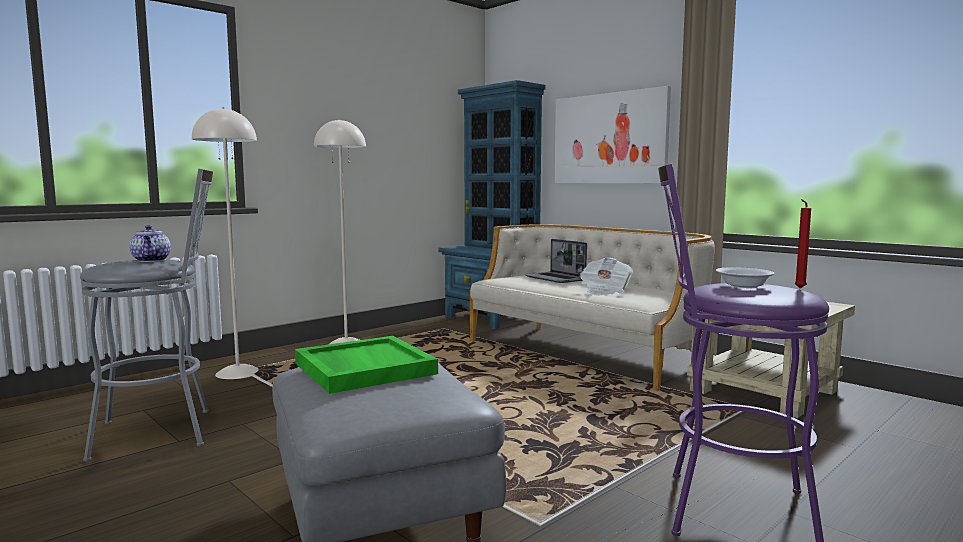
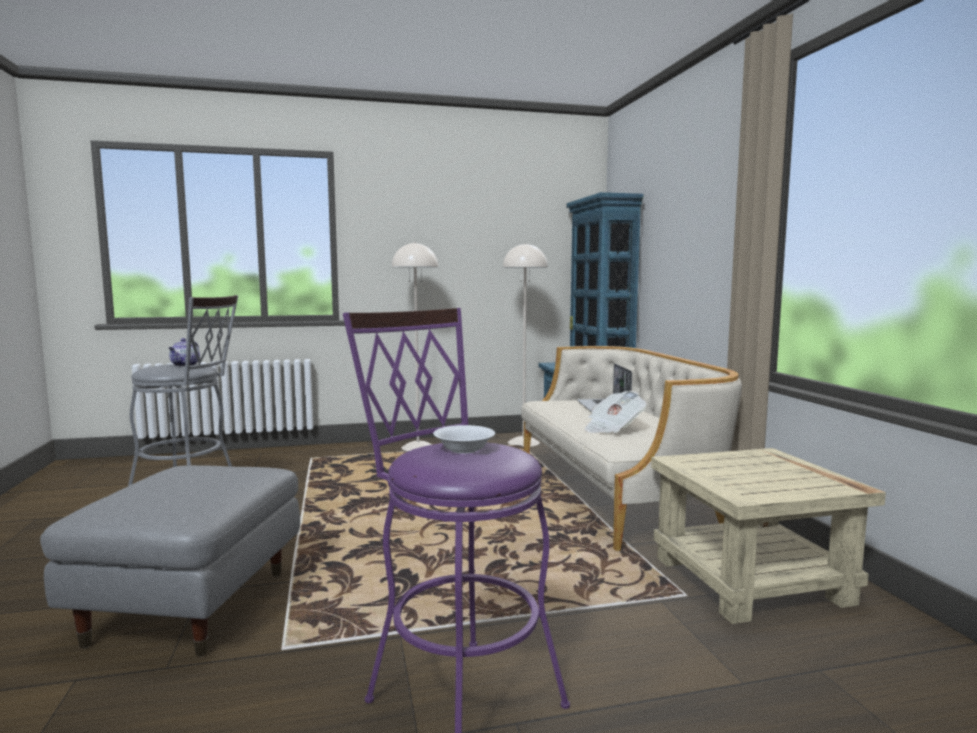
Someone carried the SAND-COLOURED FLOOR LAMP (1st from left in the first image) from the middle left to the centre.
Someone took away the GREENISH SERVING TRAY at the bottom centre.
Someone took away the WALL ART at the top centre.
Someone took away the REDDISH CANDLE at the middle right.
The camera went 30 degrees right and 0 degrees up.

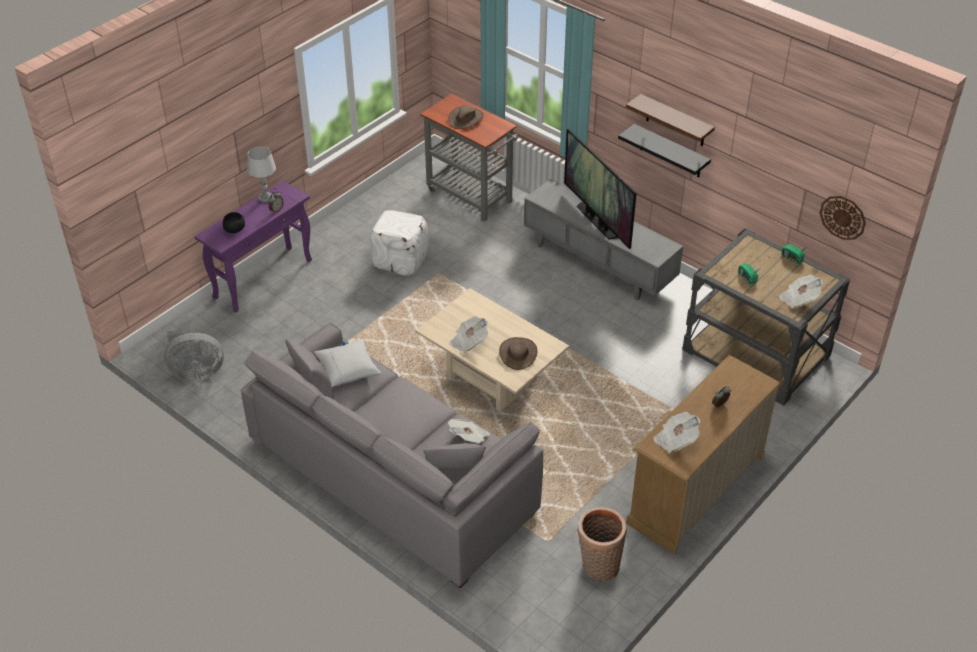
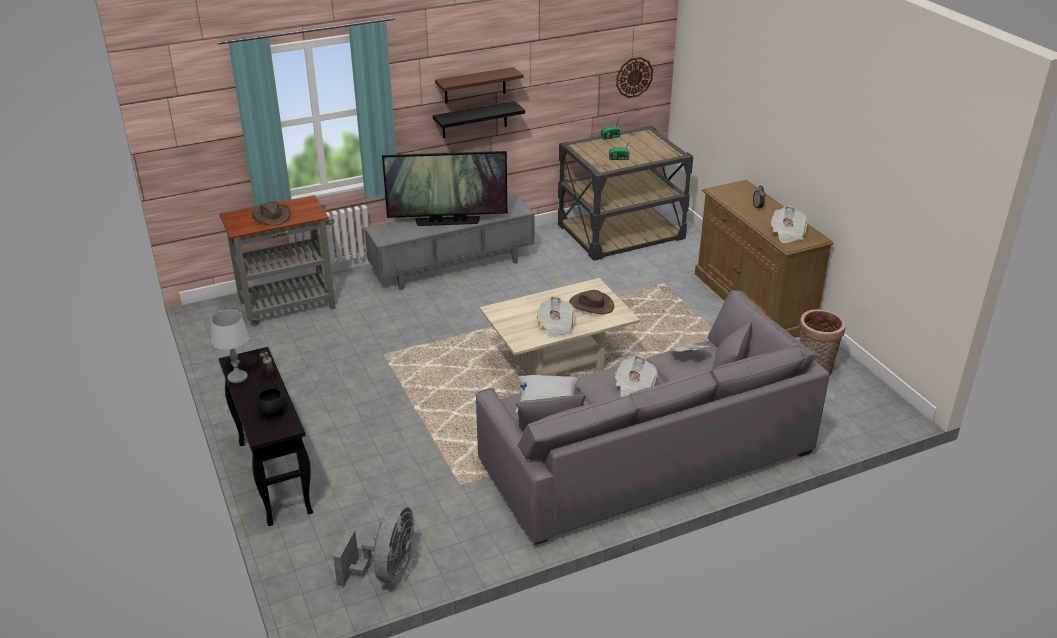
Someone repainted the PURPLE-COLOURED HALL TABLE at the middle left, which became the BLACK-COLOURED HALL TABLE at the bottom left.
Someone carried the DAILY PAPER (4th from left in the first image) from the middle right to the centre.
Someone took away the WHITE OTTOMAN at the centre.
The camera went 65 degrees left and 10 degrees down.

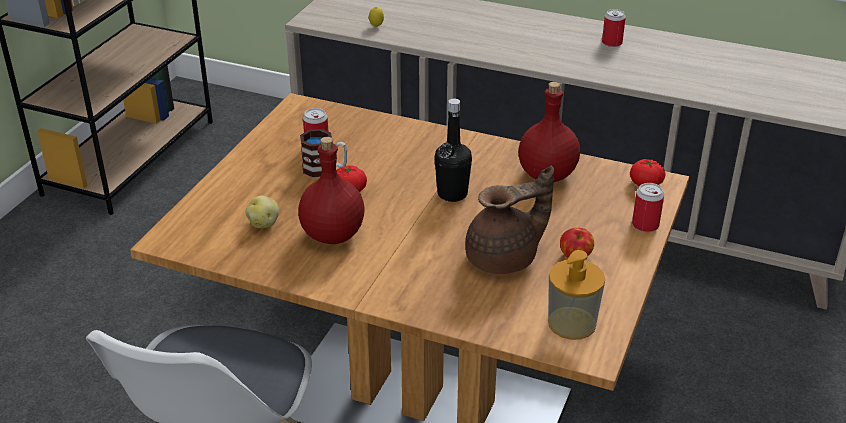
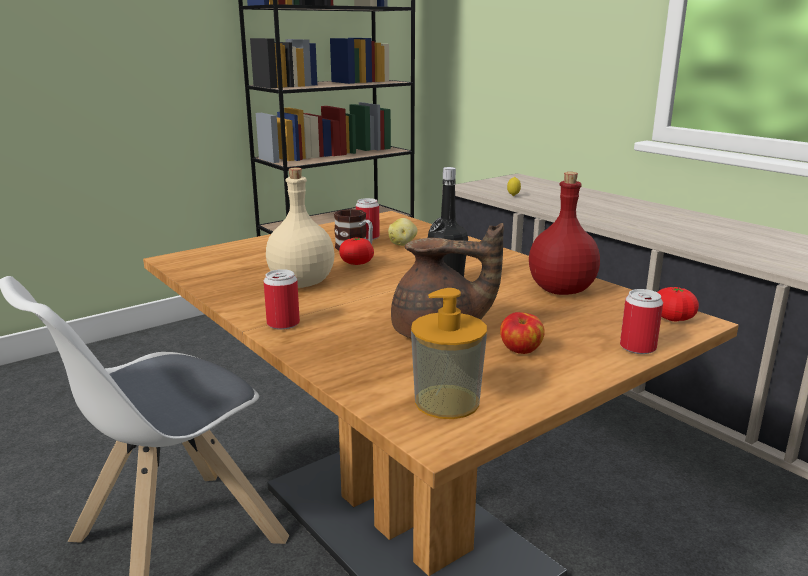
Someone carried the SEALED CAN (2nd from left in the first image) from the top right to the centre.
Someone repainted the REDDISH BOTTLE (1st from left) at the centre, which became the SAND-COLOURED BOTTLE at the centre.
Someone carried the WHOLE POTATO from the middle left to the centre.
The camera went 30 degrees right and 15 degrees down.

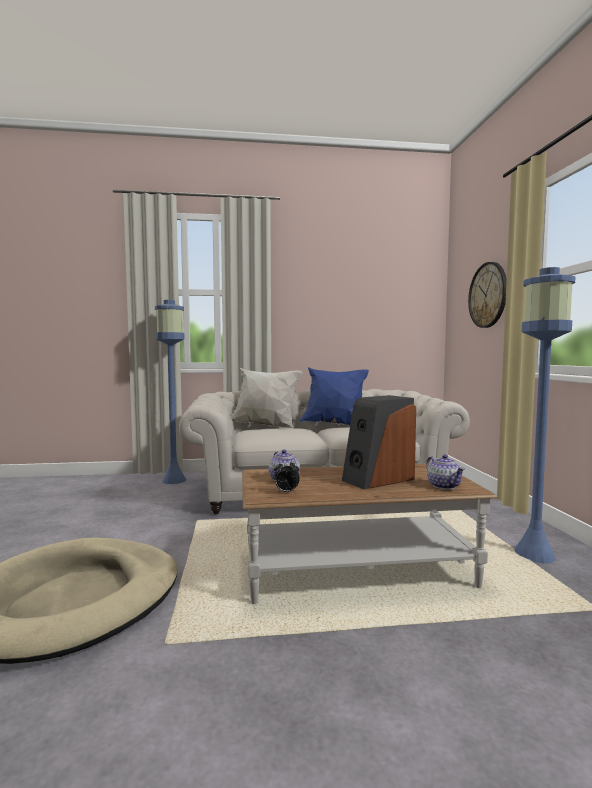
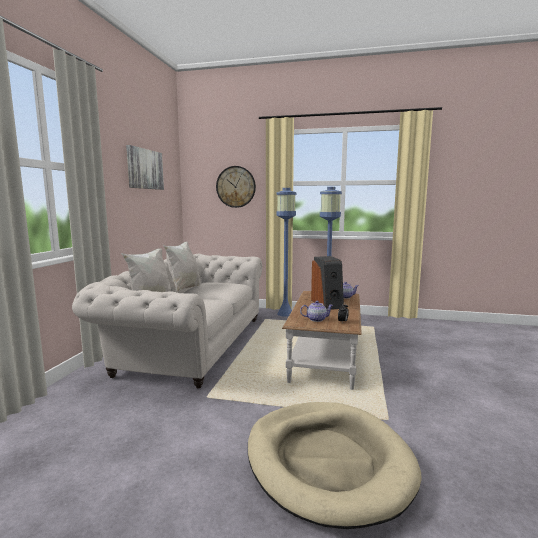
Someone put up the WALL ART at the top left.
Someone repainted the BLUE-COLOURED CUSHION at the centre, which became the WHITE CUSHION (2nd from left) at the centre.
Someone carried the BLUE-COLOURED FLOOR LAMP (1st from left) from the middle left to the centre.
The camera went 70 degrees left and 5 degrees up.

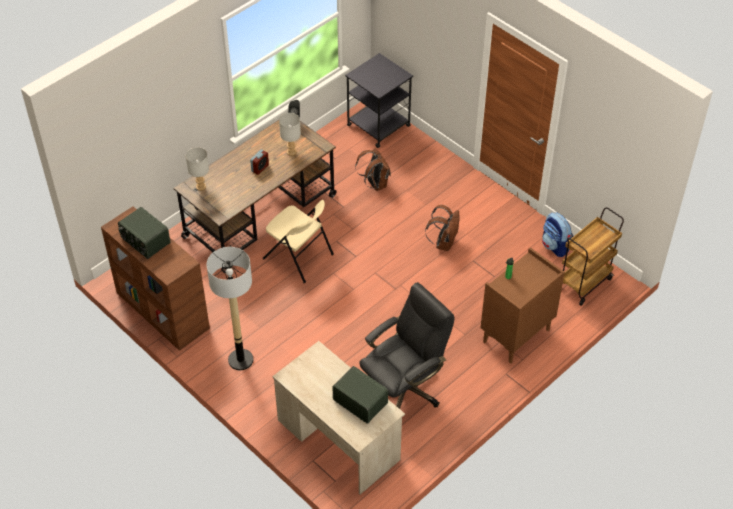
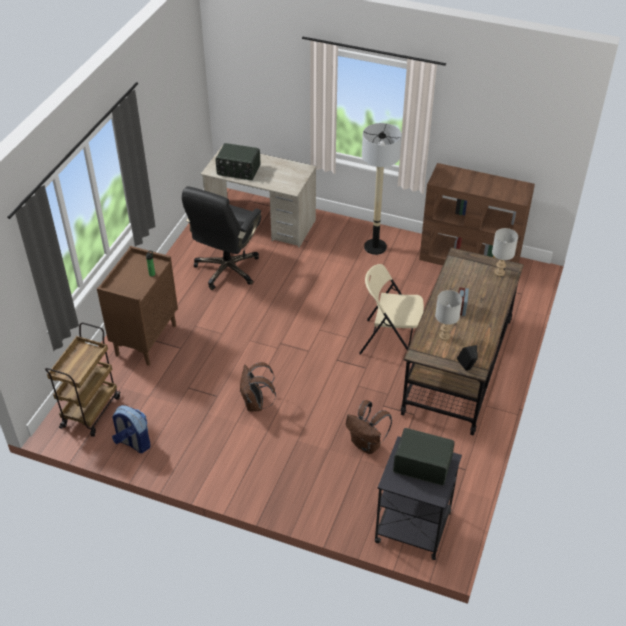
Someone carried the RADIO SET (1st from left in the first image) from the middle left to the bottom right.
The camera went 155 degrees right and 5 degrees down.

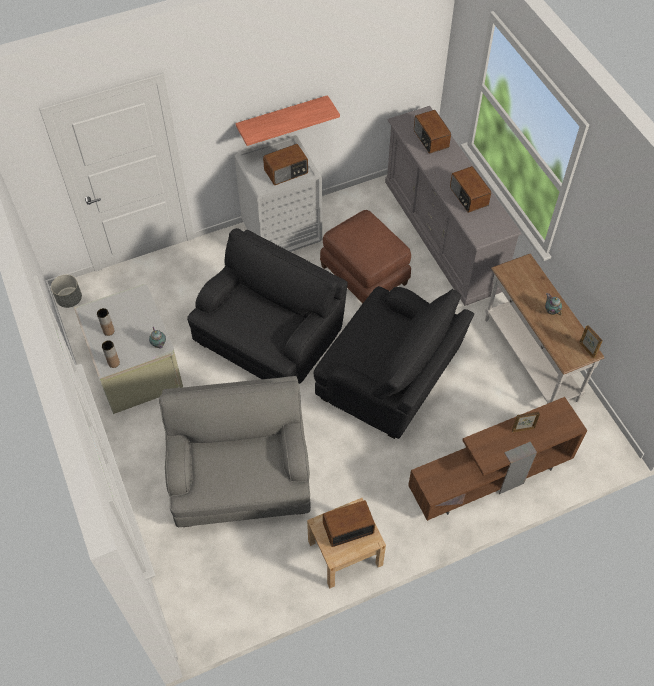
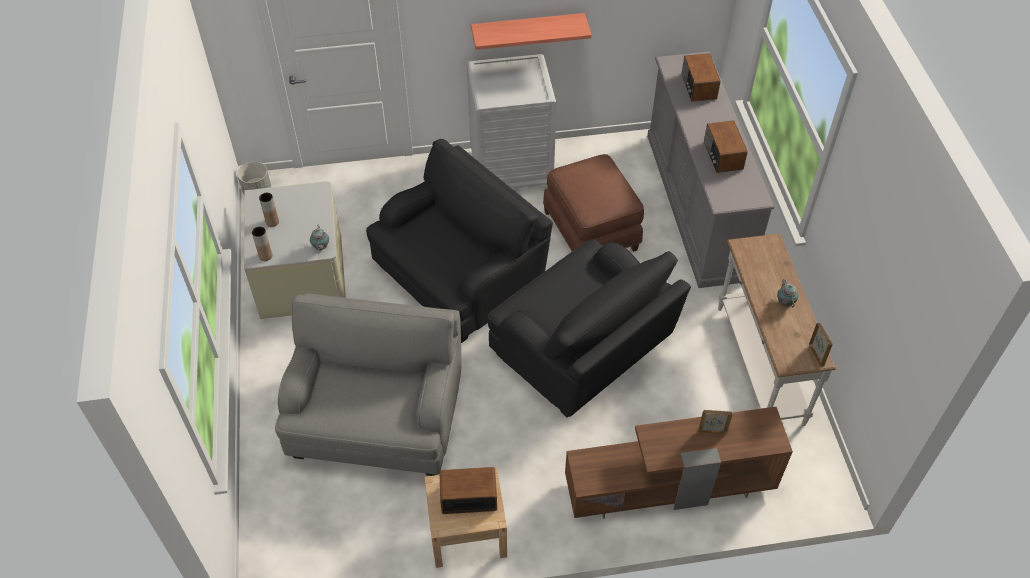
Someone took away the RADIO SET (1st from left) at the top centre.
The camera went 15 degrees right and 5 degrees down.

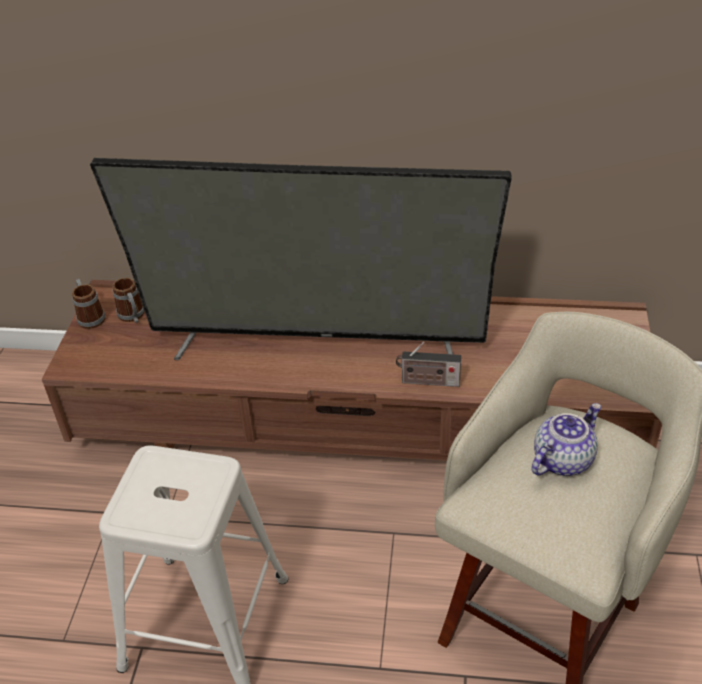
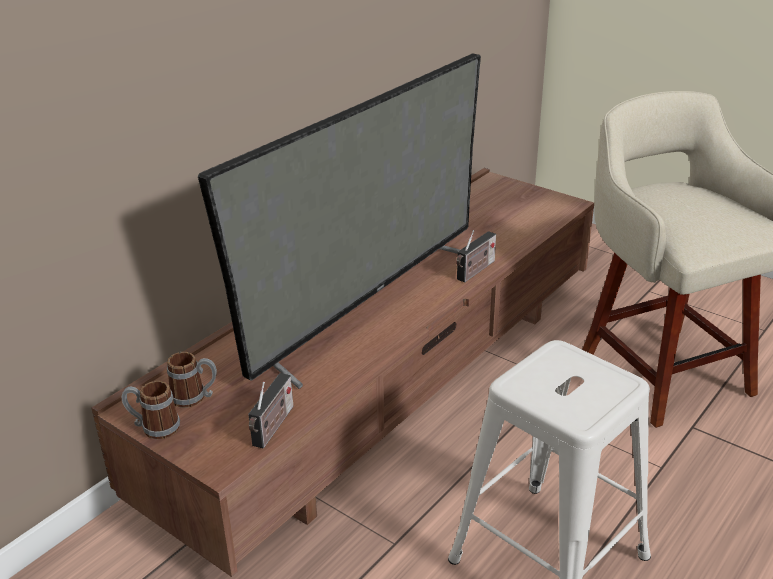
Someone put down the RADIO SET (1st from left) at the bottom centre.
Someone took away the TEA POT at the middle right.
The camera went 60 degrees left and 10 degrees down.

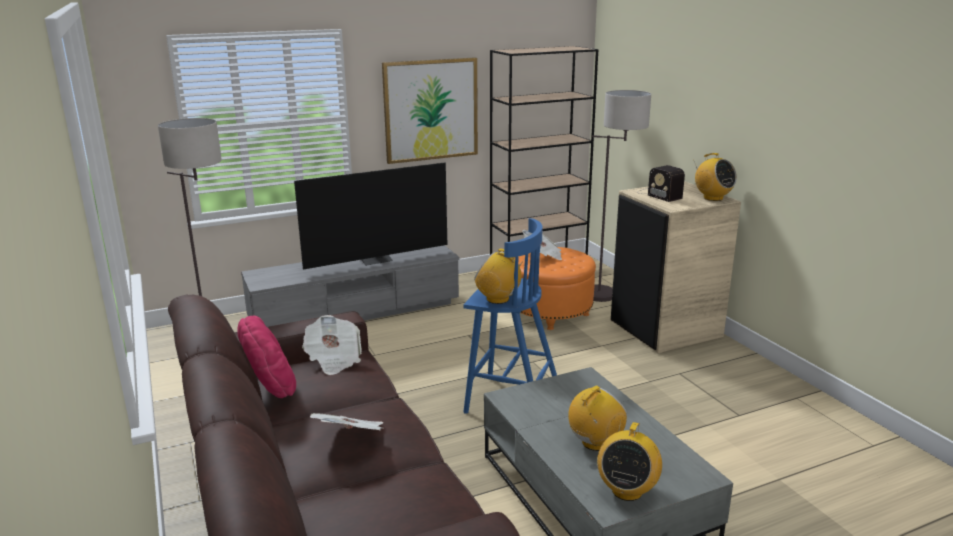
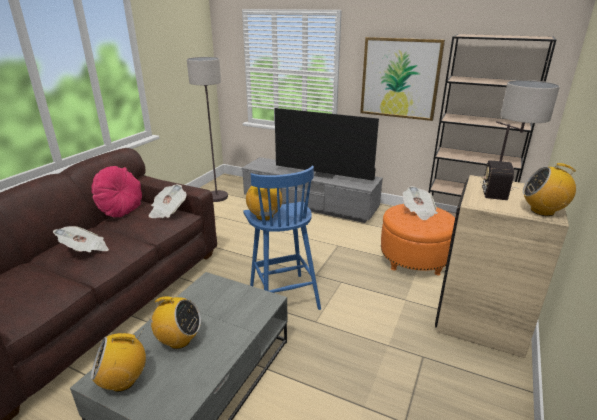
Someone rotated the RADIO SET (5th from left) at the top right by 90 degrees clockwise.
The camera went 50 degrees right and 5 degrees up.

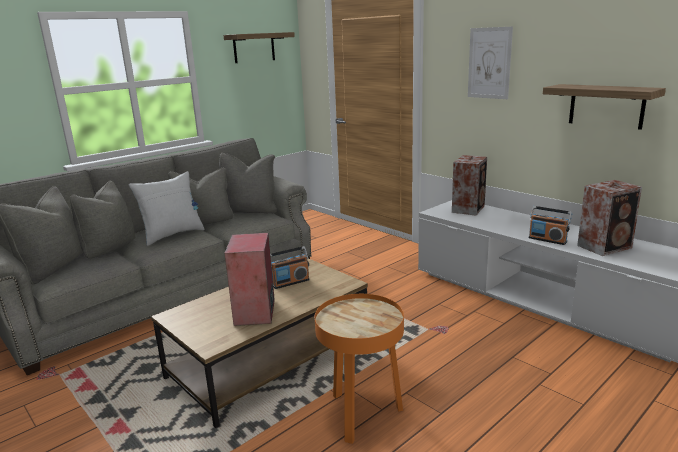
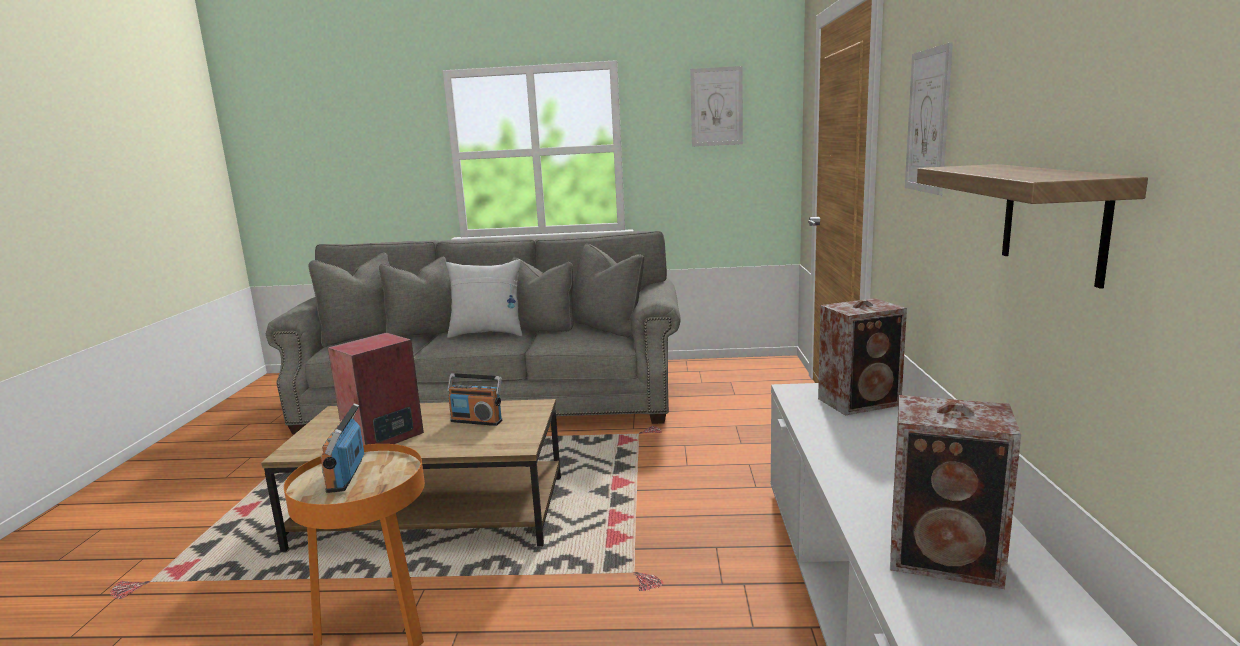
Someone carried the RADIO SET (2nd from left in the first image) from the middle right to the bottom left.
Someone swapped the WALL SHELF (1st from left) at the top centre for the WALL ART (1st from left) at the top centre.
The camera went 45 degrees right and 5 degrees down.

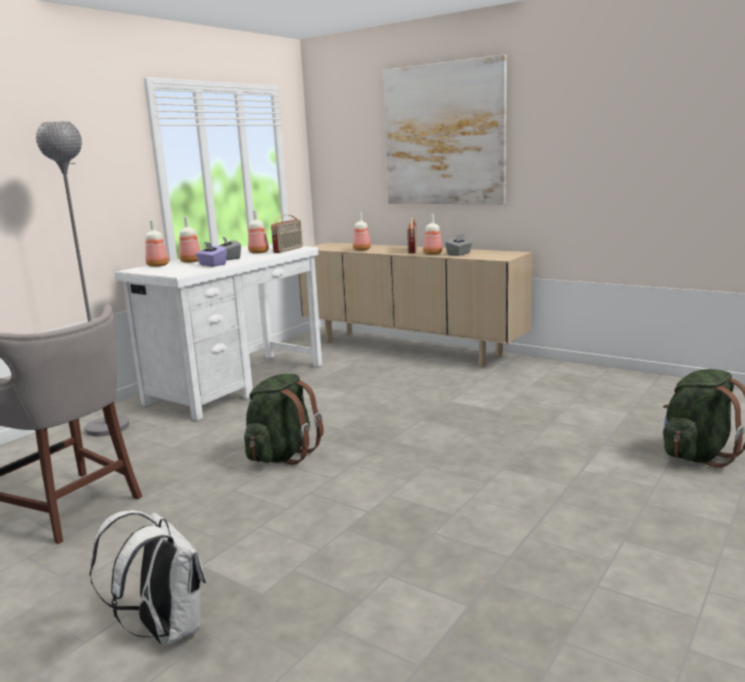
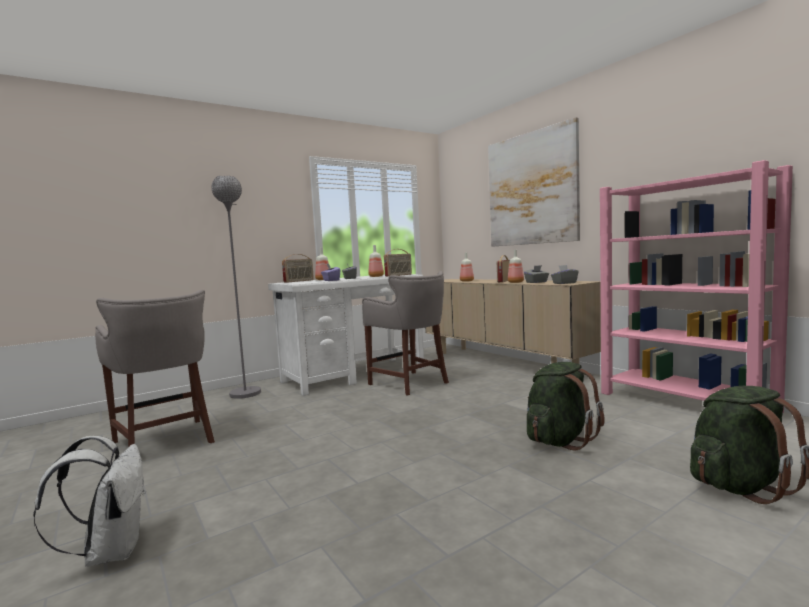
Someone swapped the BOTTLE (1st from left) at the middle left for the RADIO SET (1st from left) at the centre.
Someone put down the GREY SITTING STOOL (2nd from left) at the centre.
Someone carried the GREENISH BACKPACK (1st from left) from the centre to the bottom right.
Someone put down the GREY TISSUE BOX (3rd from left) at the middle right.
Someone put down the PINK BOOKSHELF at the middle right.
The camera went 20 degrees right and 10 degrees down.

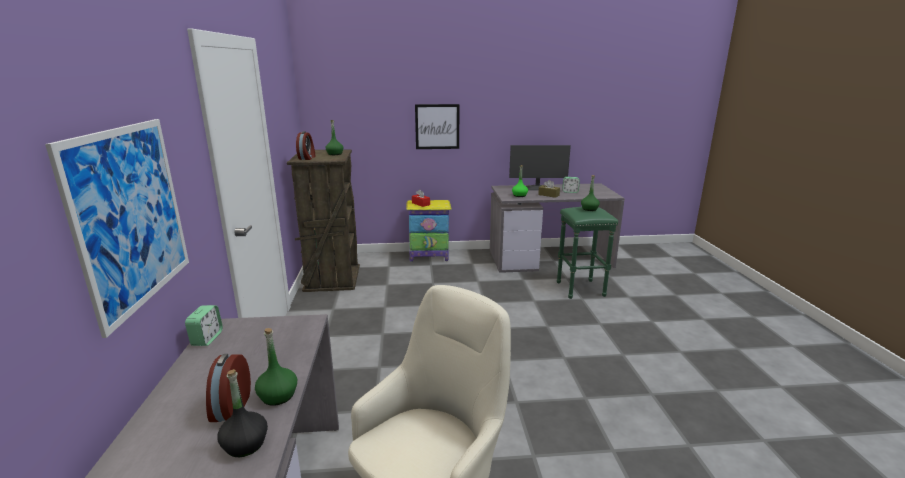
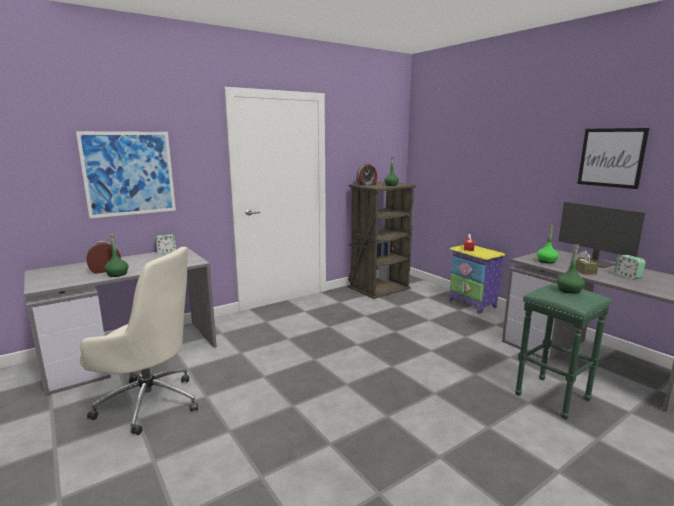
Someone carried the WALL ART (2nd from left) from the top centre to the top right.
Someone took away the BLACK-COLOURED BOTTLE at the bottom left.
The camera went 60 degrees right and 5 degrees down.

